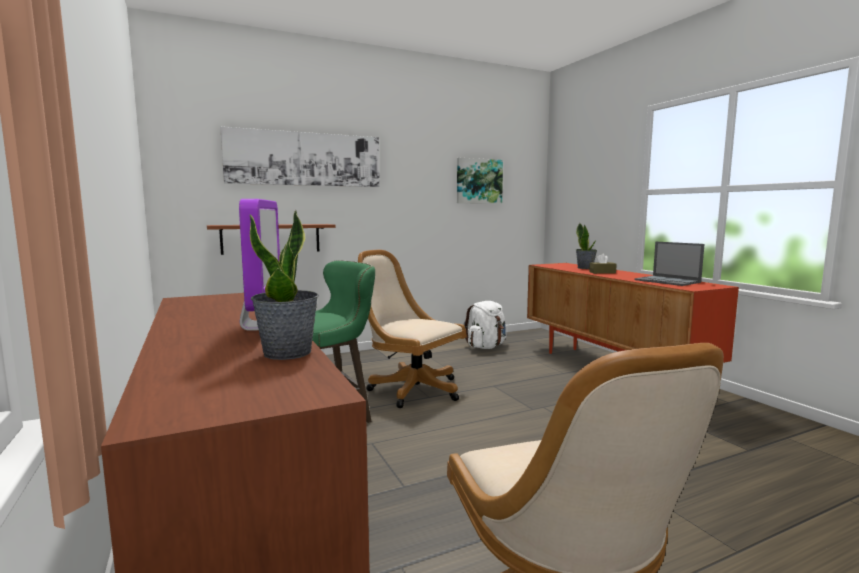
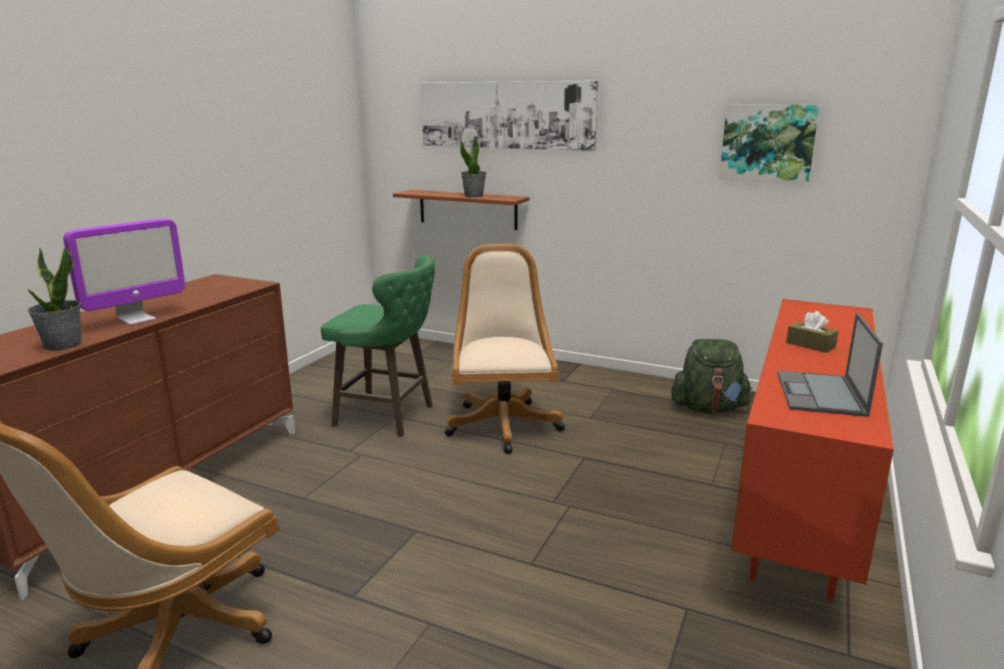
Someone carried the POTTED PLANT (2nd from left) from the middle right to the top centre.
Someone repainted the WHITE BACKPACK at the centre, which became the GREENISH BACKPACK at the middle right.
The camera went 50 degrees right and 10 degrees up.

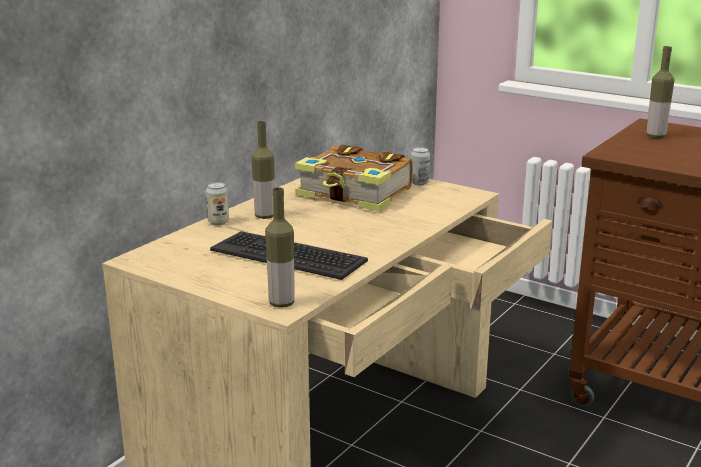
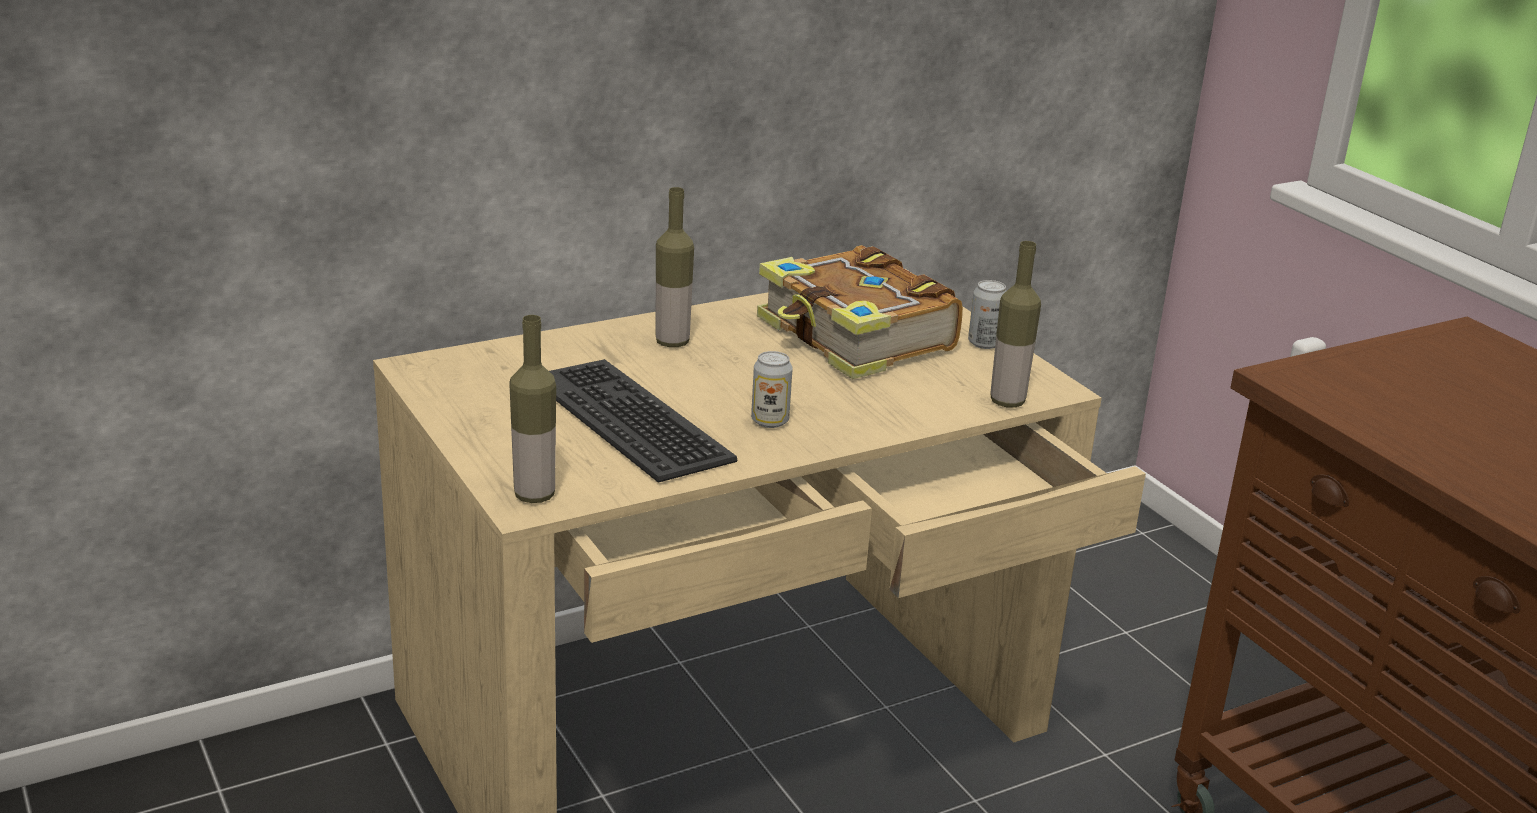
Someone carried the SEALED CAN (1st from left) from the middle left to the centre.
Someone carried the BOTTLE (3rd from left) from the top right to the centre.
The camera went 25 degrees right and 5 degrees up.

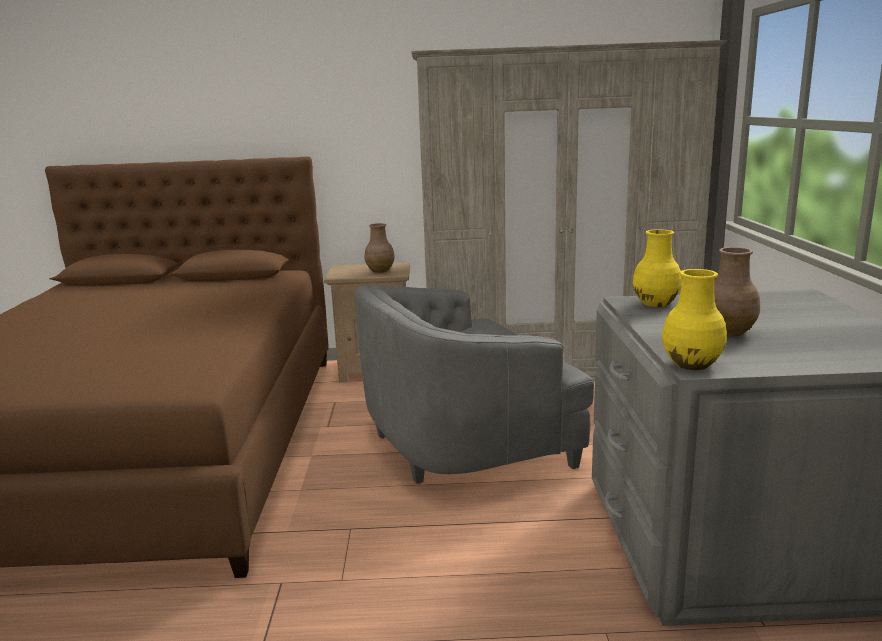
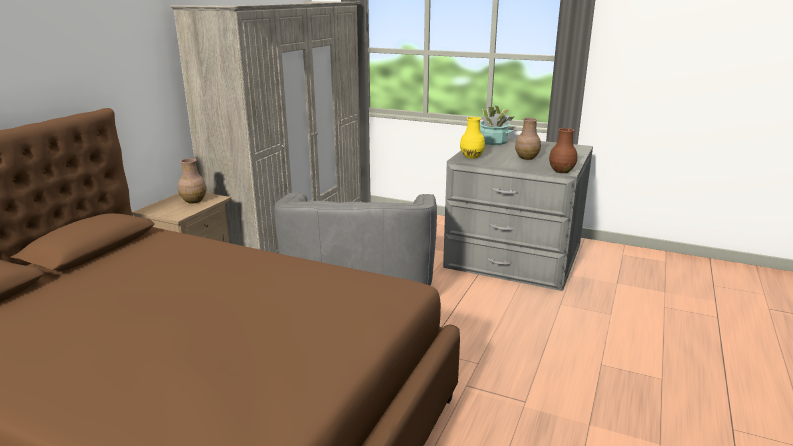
Someone put down the POTTED PLANT at the top centre.
Someone repainted the YELLOW-COLOURED DECORATIVE VASE (2nd from left) at the middle right, which became the BROWNISH DECORATIVE VASE (3rd from left) at the middle right.
The camera went 65 degrees left and 5 degrees up.

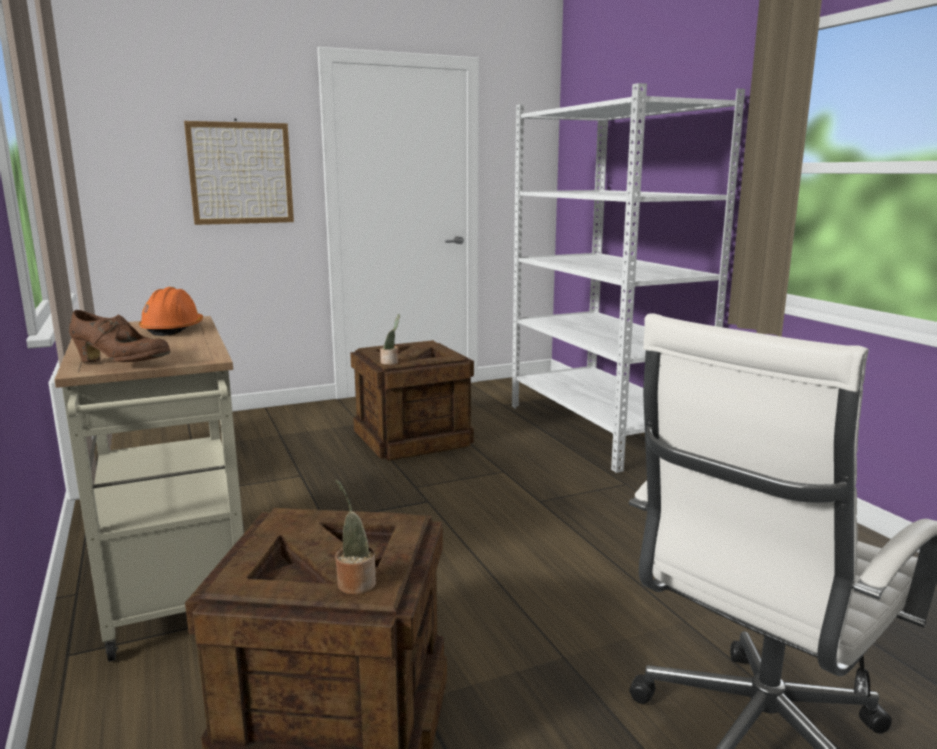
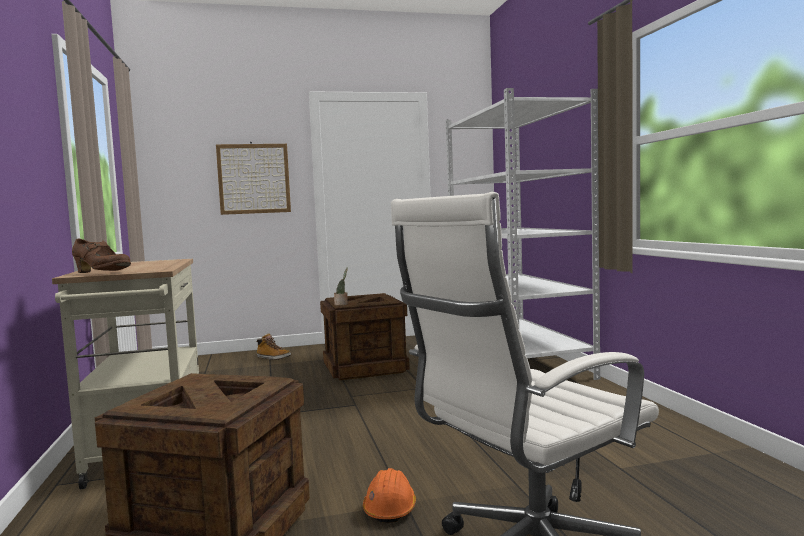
Someone put down the HIGH-TOP BOOT at the centre.
Someone carried the ORANGEY HARD HAT from the middle left to the bottom centre.
Someone took away the POTTED PLANT (1st from left) at the bottom centre.
The camera went 10 degrees right and 10 degrees down.

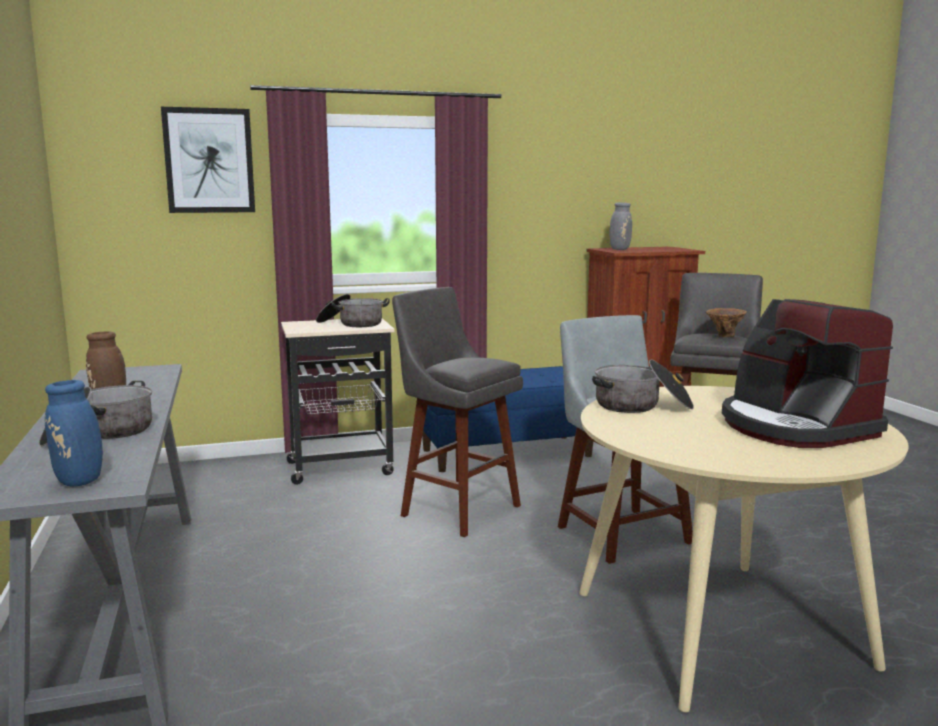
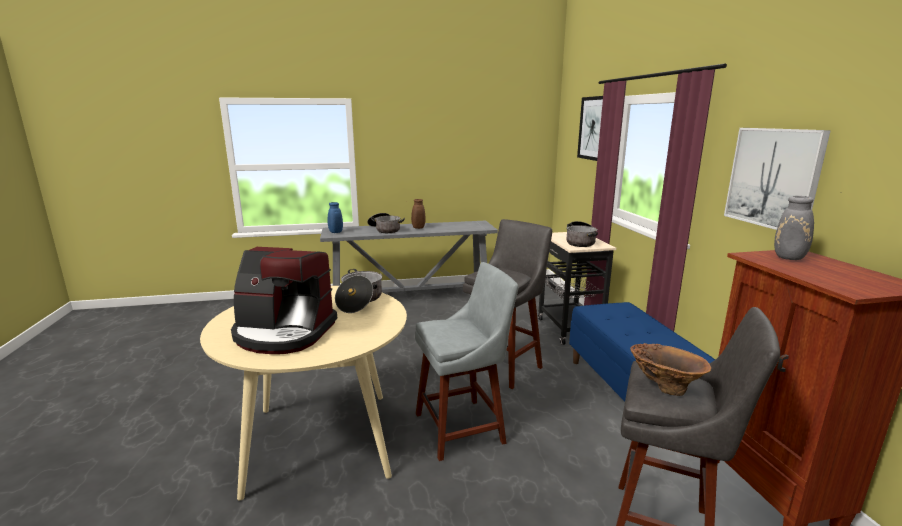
Someone rotated the COFFEE MAKER at the middle right by 150 degrees counterclockwise.
Someone put up the WALL ART (2nd from left) at the middle right.
The camera went 95 degrees right and 5 degrees up.

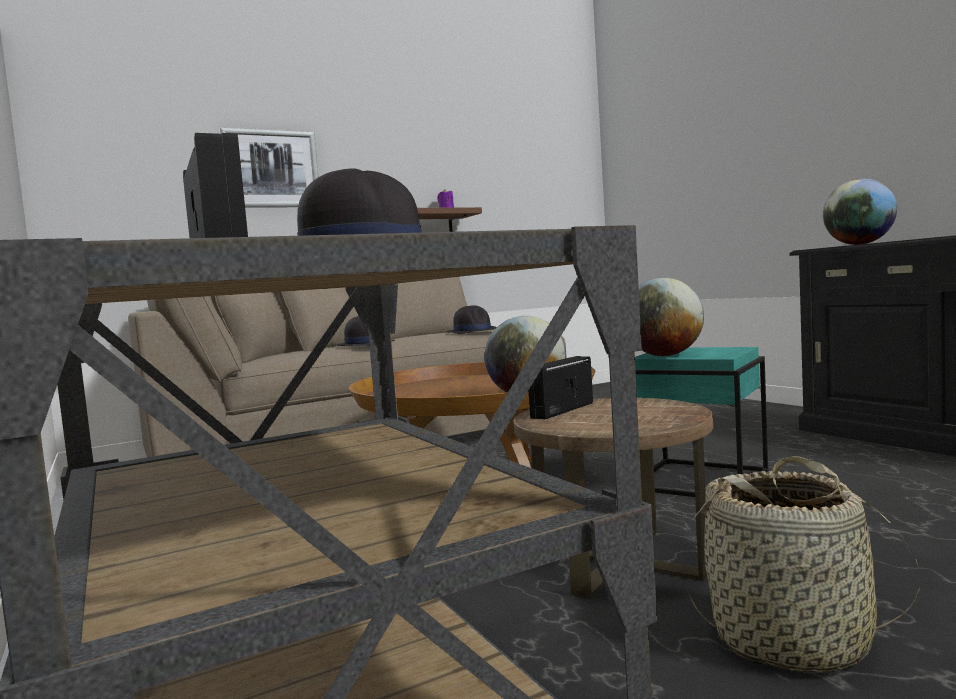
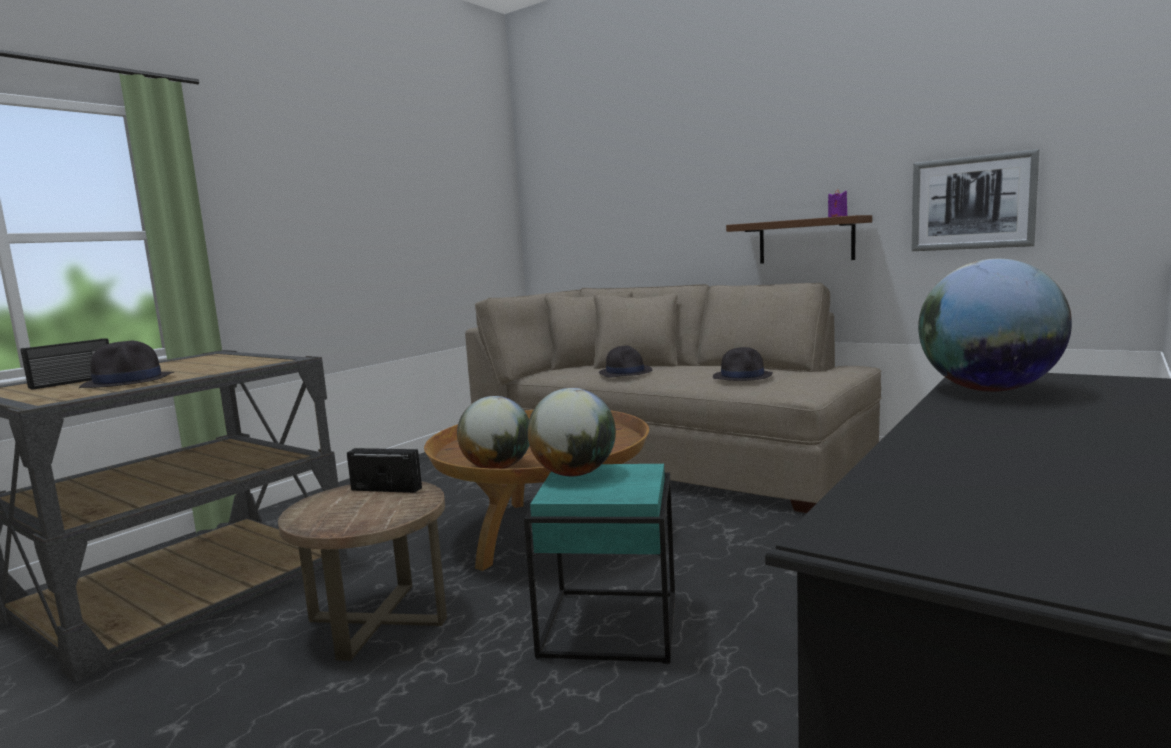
Someone carried the WALL ART from the top left to the top right.
Someone took away the STORAGE BASKET at the bottom right.
The camera went 65 degrees right and 5 degrees up.

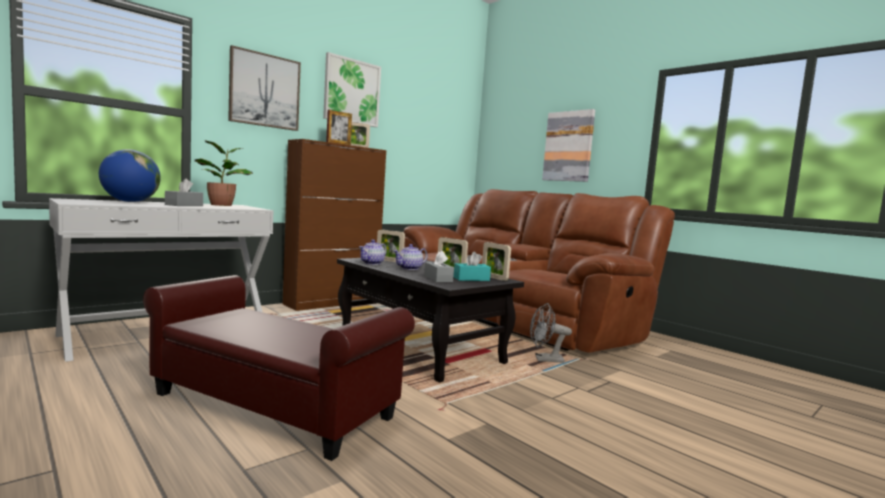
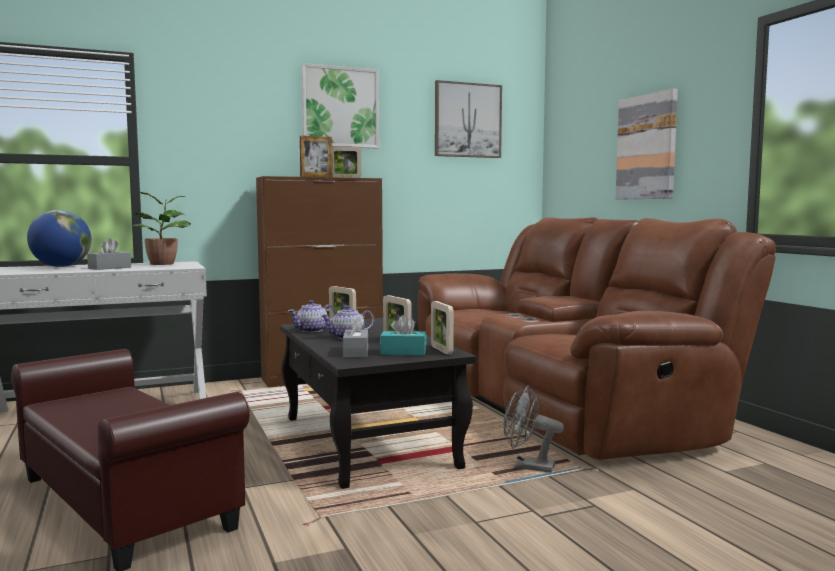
Someone carried the WALL ART (1st from left in the first image) from the top left to the top centre.
The camera went 20 degrees right and 0 degrees up.

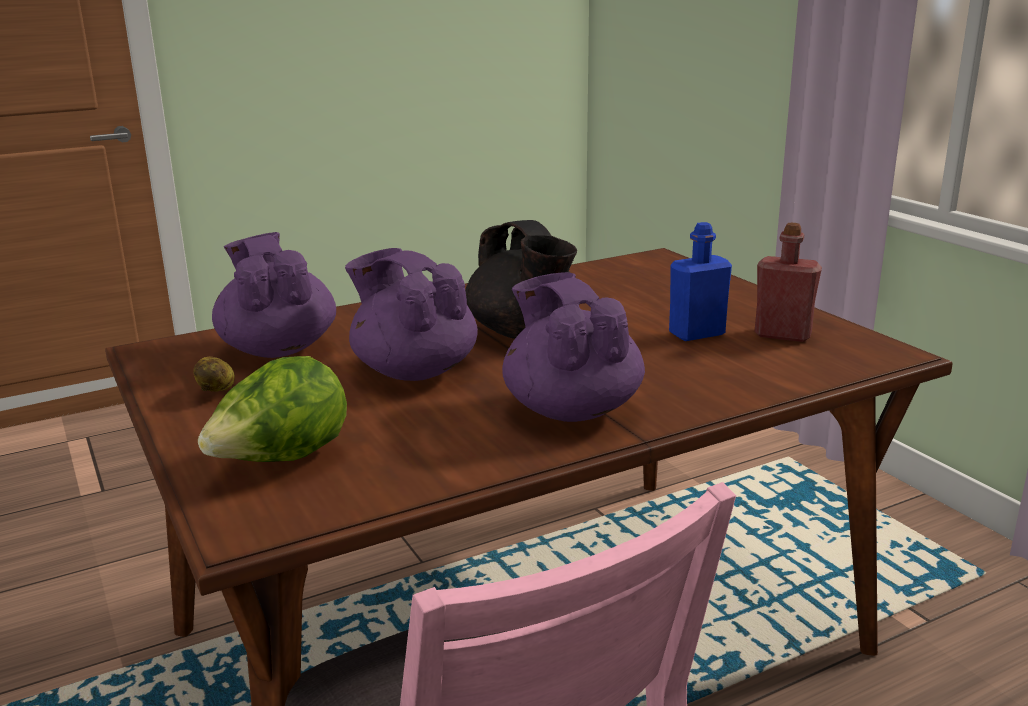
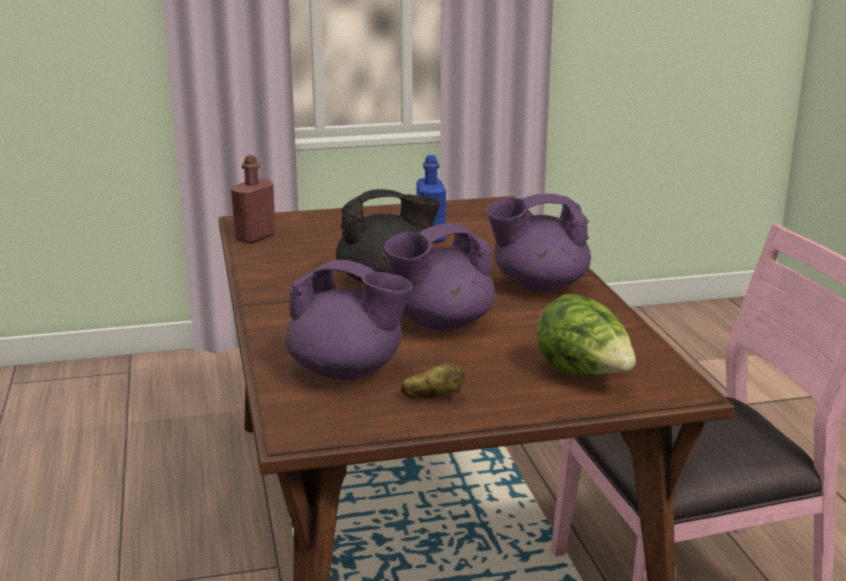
Someone carried the REDDISH BOTTLE from the middle right to the middle left.
Someone rotated the PURPLE-COLOURED TEA POT (1st from left) at the middle left by 150 degrees counterclockwise.
The camera went 75 degrees left and 0 degrees up.

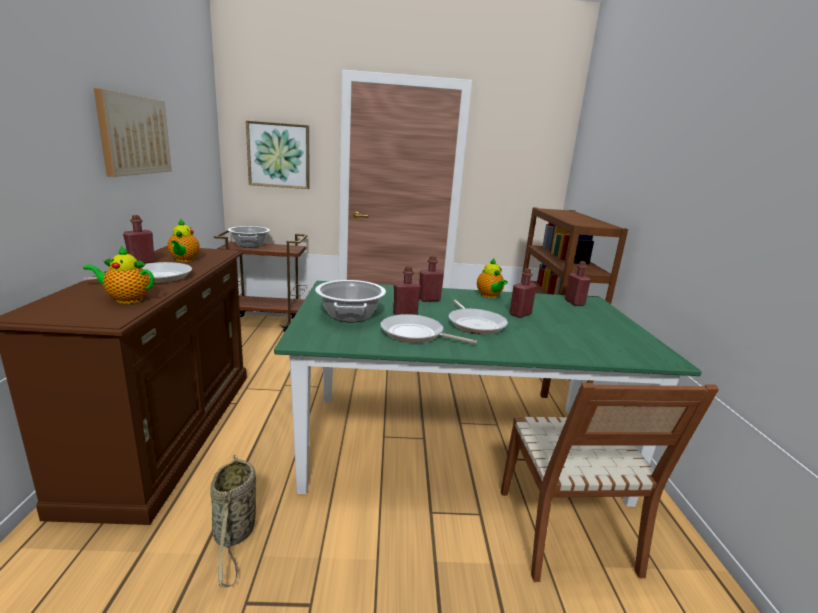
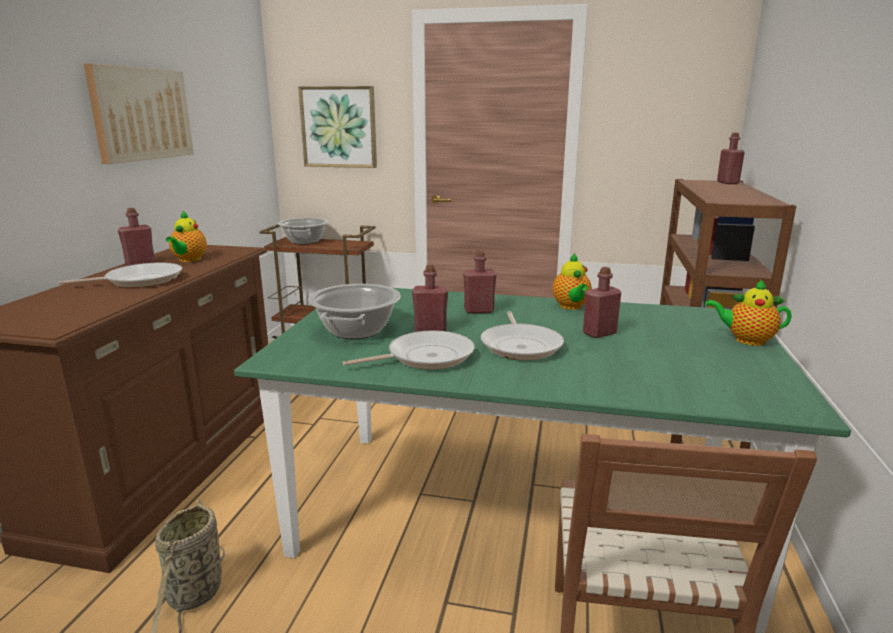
Someone rotated the SKILLET (2nd from left) at the centre by 120 degrees clockwise.
Someone carried the TEA POT (1st from left in the first image) from the middle left to the middle right.
Someone carried the REDDISH BOTTLE (5th from left) from the middle right to the top right.
The camera went 15 degrees right and 0 degrees up.

